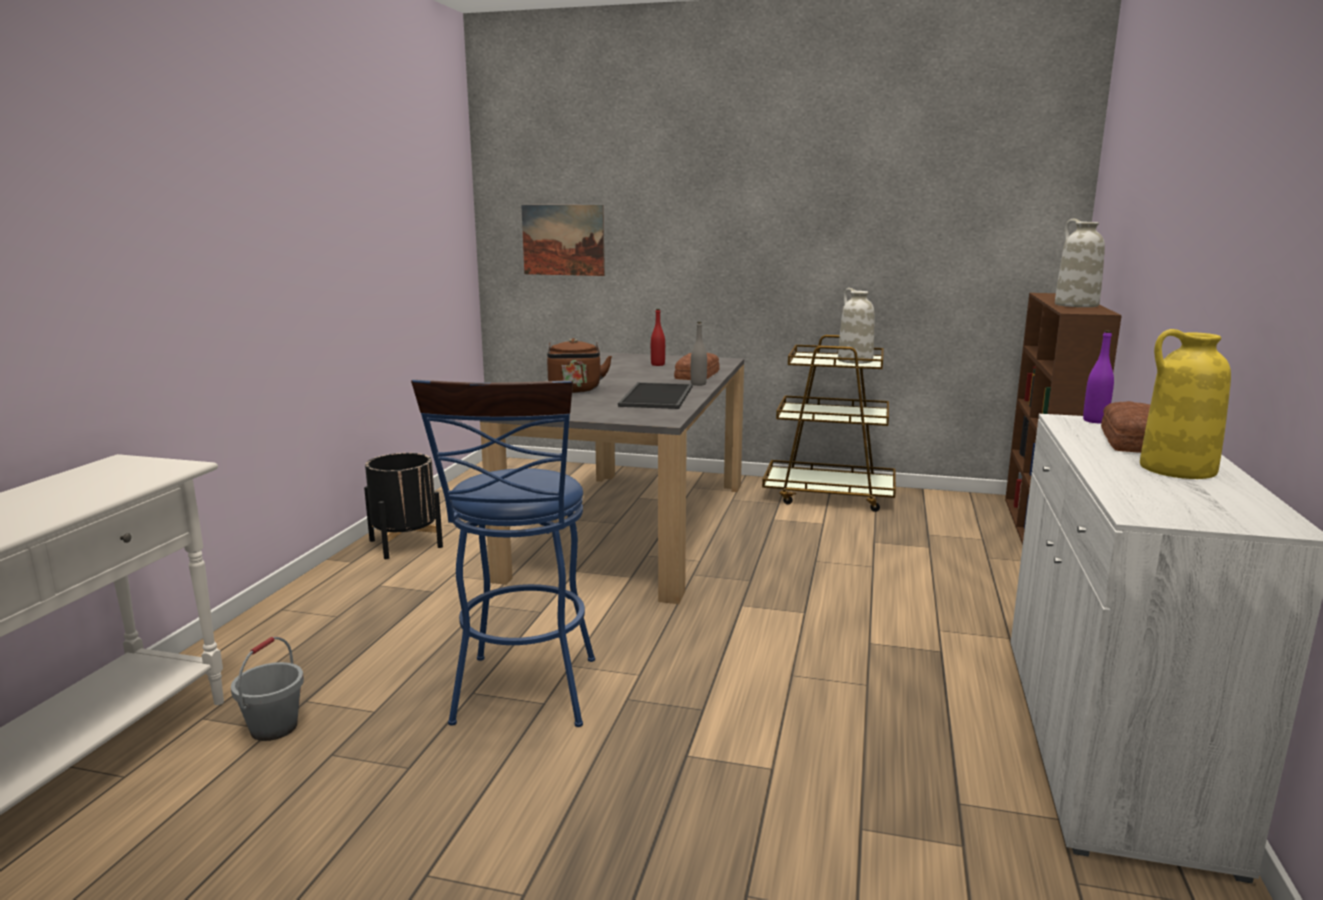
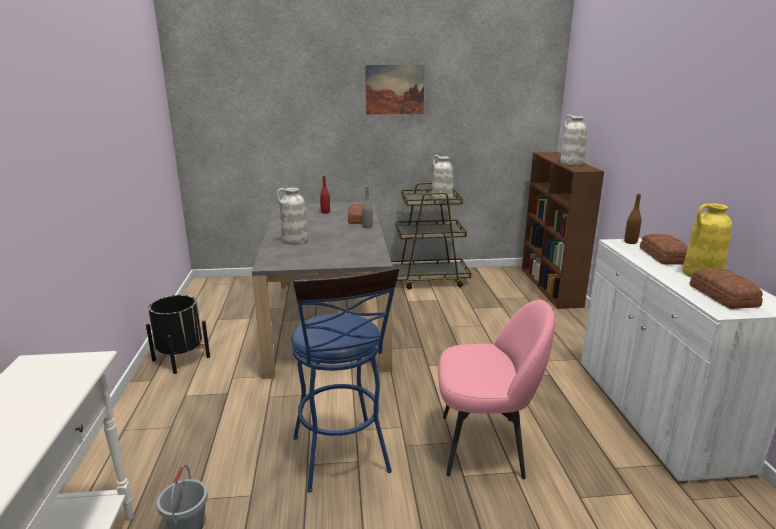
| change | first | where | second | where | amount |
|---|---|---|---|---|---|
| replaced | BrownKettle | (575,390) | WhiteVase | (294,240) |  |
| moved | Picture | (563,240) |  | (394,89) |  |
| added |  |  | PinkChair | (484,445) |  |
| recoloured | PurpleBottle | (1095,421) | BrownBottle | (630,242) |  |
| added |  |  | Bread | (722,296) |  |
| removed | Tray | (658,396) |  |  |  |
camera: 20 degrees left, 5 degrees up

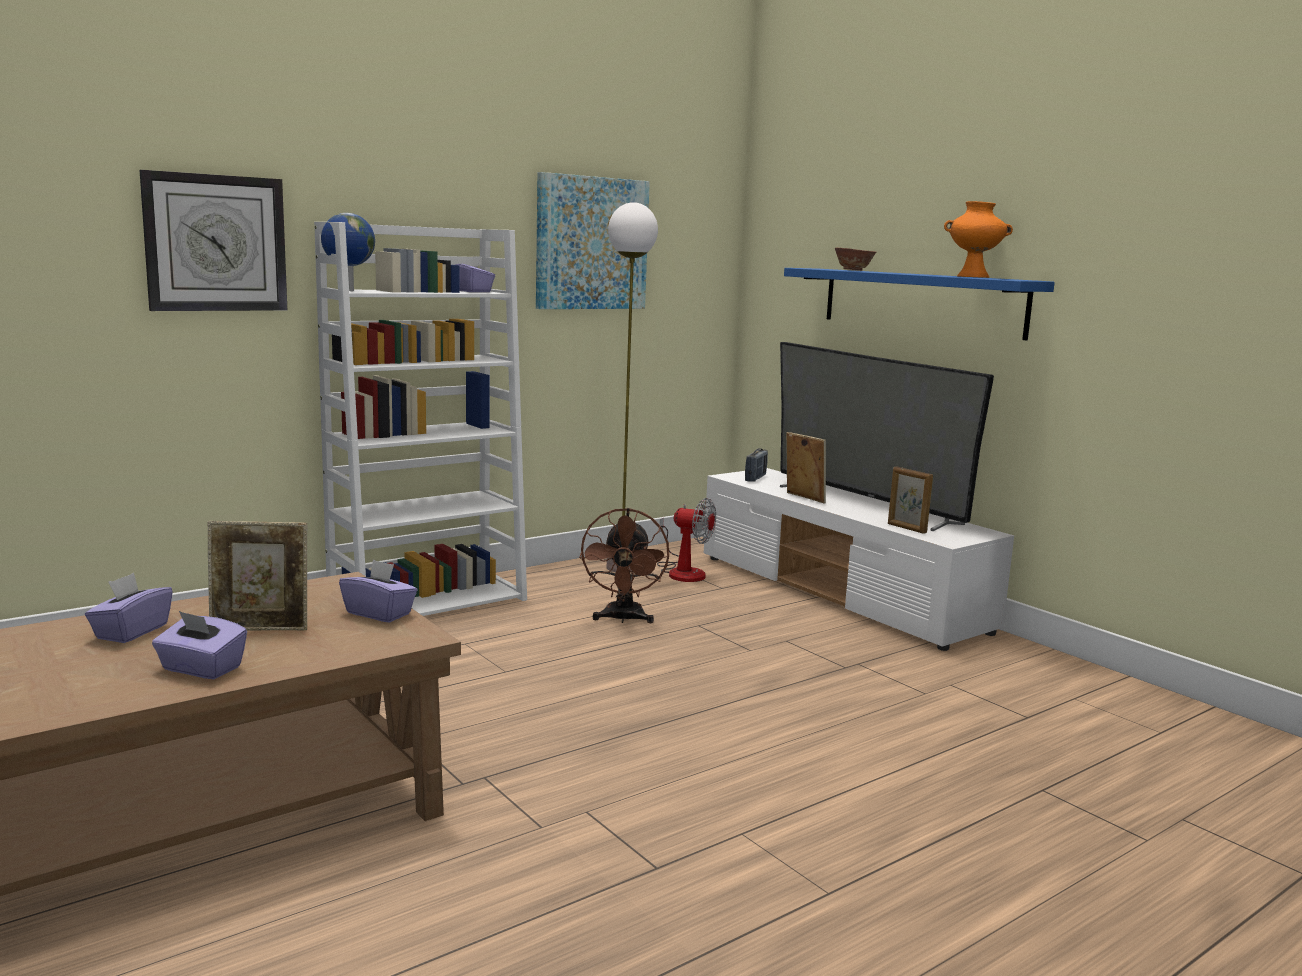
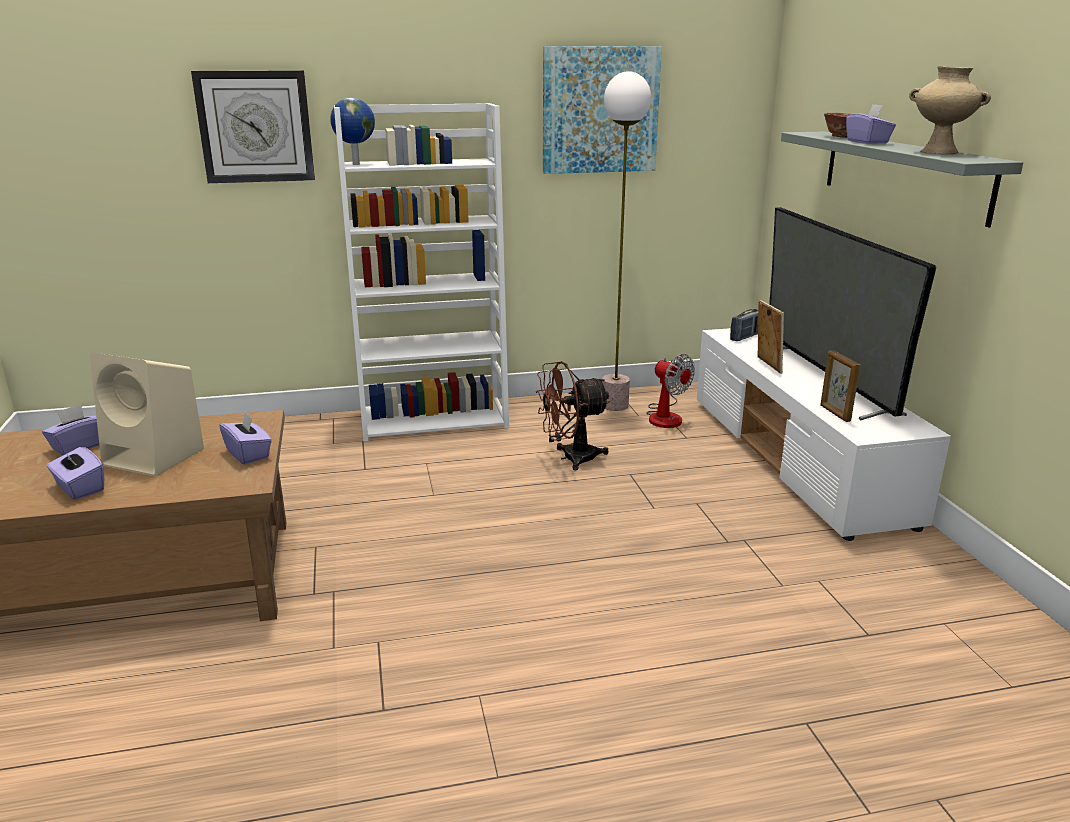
| change | first | where | second | where | amount |
|---|---|---|---|---|---|
| replaced | PictureFrame | (260,629) | BeigeSpeaker | (156,457) |  |
| turned | BrownFan | (623,619) |  | (570,458) | 45 degrees clockwise |
| recoloured | BlueShelf | (921,301) | GreyShelf | (902,174) |  |
| moved | PurpleTissueBox | (473,291) |  | (867,142) |  |
| recoloured | OrangeVase | (973,277) | BeigeVase | (940,152) |  |
camera: 25 degrees right, 10 degrees up

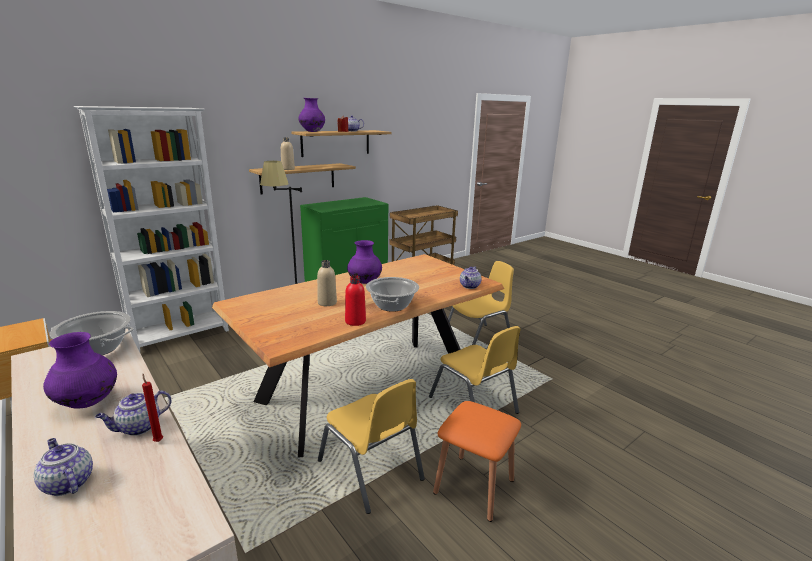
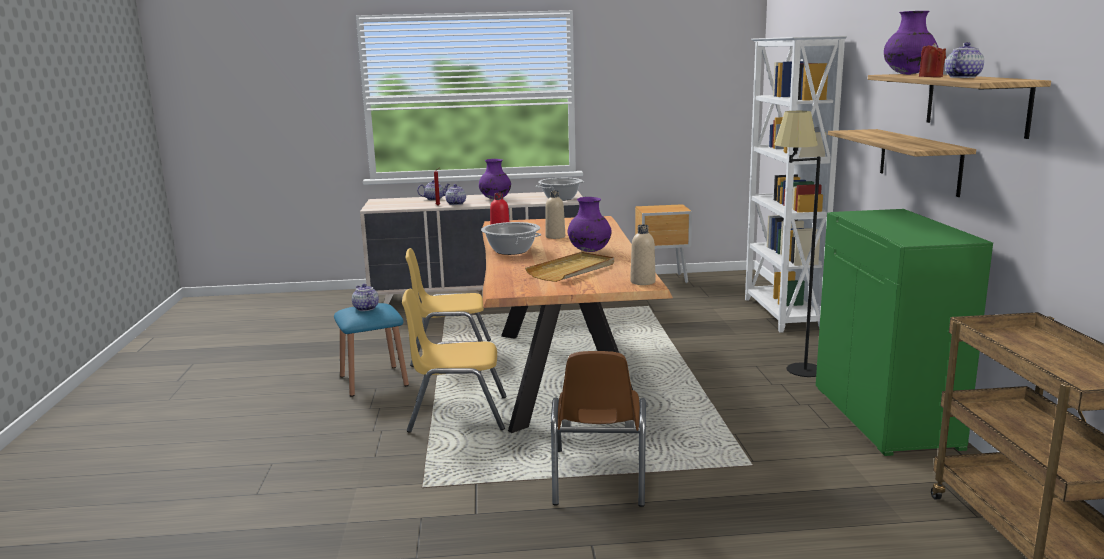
| change | first | where | second | where | amount |
|---|---|---|---|---|---|
| recoloured | OrangeStool | (474,486) | BlueStool | (373,380) |  |
| moved | Teapot | (470,286) |  | (365,308) |  |
| added |  |  | BeigeTray | (572,270) |  |
| recoloured | YellowChair | (478,339) | BrownChair | (598,477) |  |
| moved | BeigeBottle | (288,169) |  | (642,282) |  |
camera: 125 degrees right, 5 degrees down

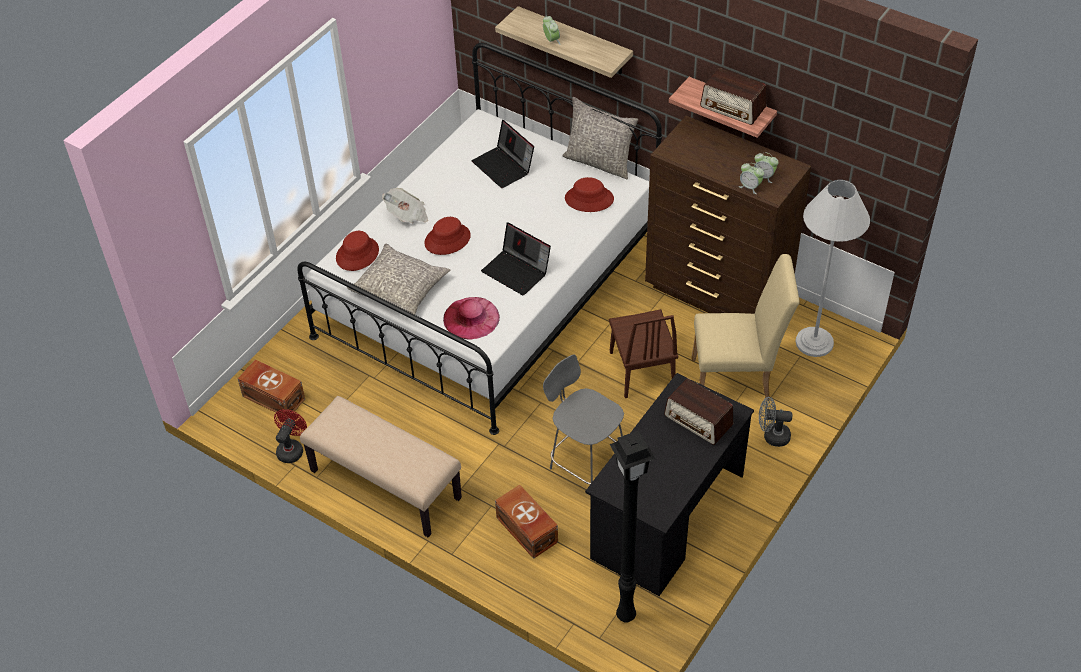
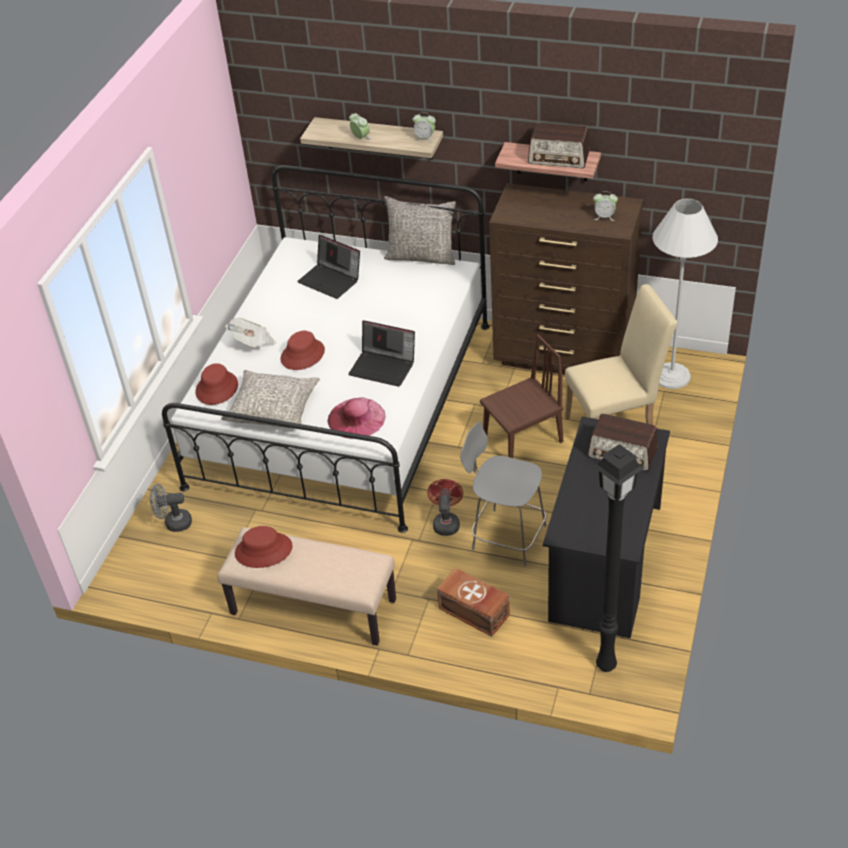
| change | first | where | second | where | amount |
|---|---|---|---|---|---|
| moved | GreyFan | (772,436) |  | (174,523) |  |
| moved | RedHat | (589,199) |  | (263,550) |  |
| moved | AlarmClock | (750,187) |  | (425,138) |  |
| moved | RedFan | (291,449) |  | (446,522) |  |
| turned | BrownChair | (642,370) |  | (522,438) | 90 degrees counterclockwise |
| removed | BrownStorageBox | (273,396) |  |  |  |
camera: 15 degrees left, 5 degrees down

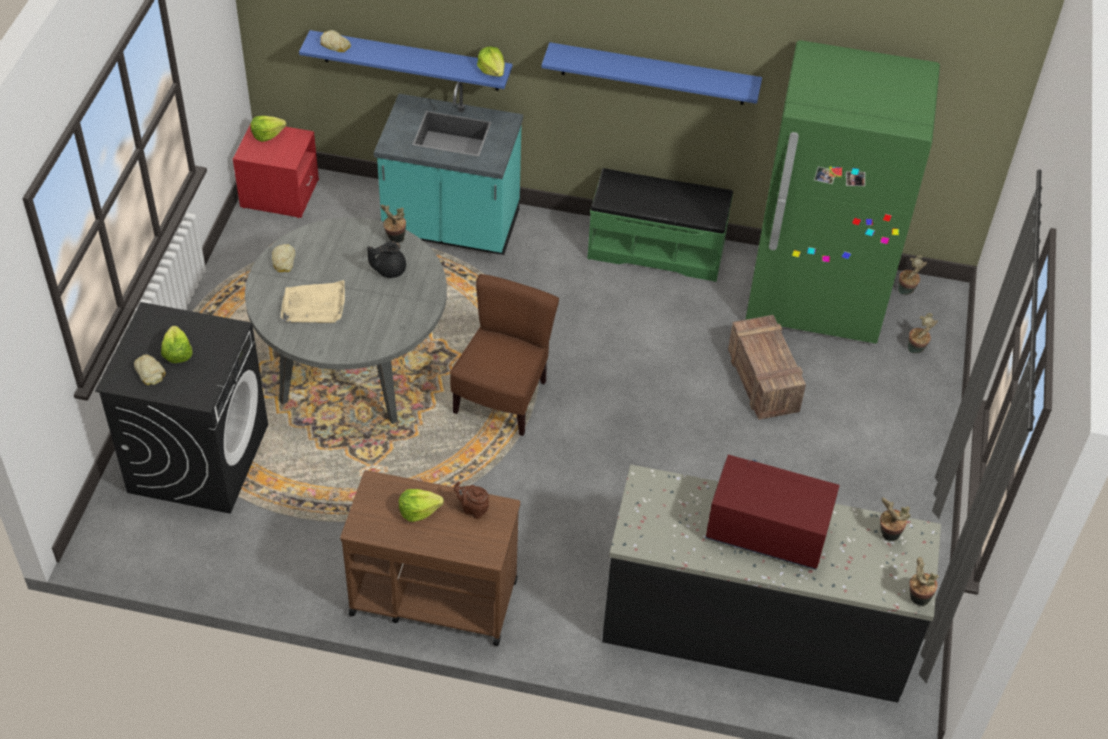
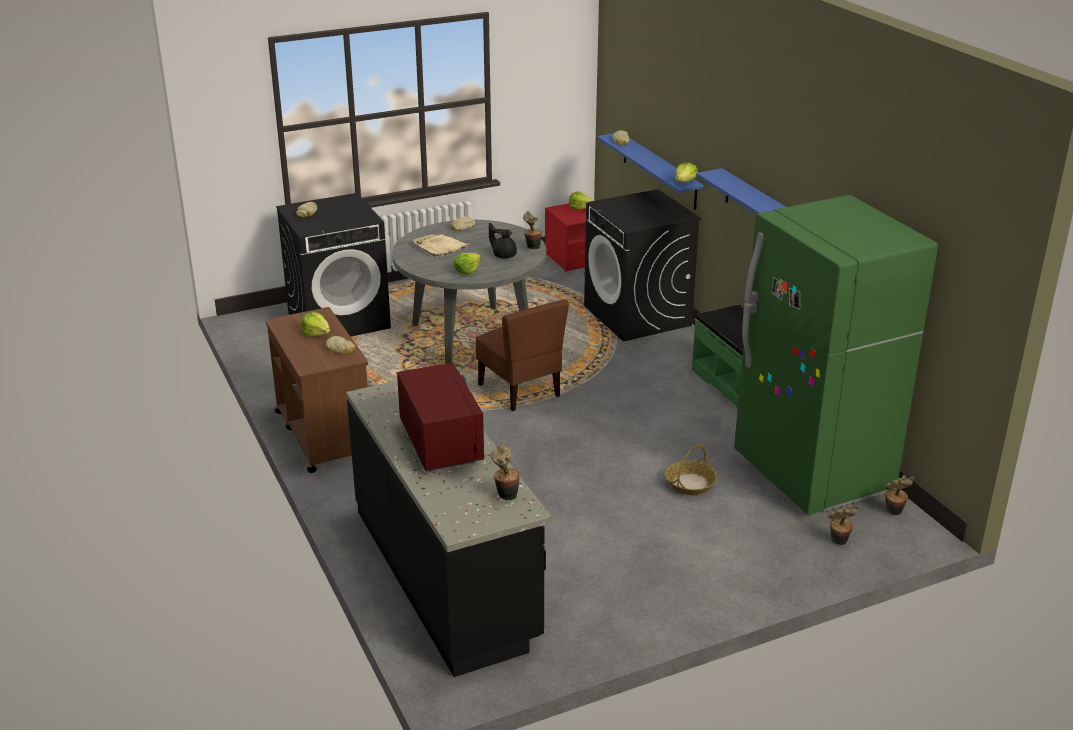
| change | first | where | second | where | amount |
|---|---|---|---|---|---|
| replaced | BrownTeapot | (473,509) | Bread | (340,349) |  |
| moved | Lettuce | (177,353) |  | (467,270) |  |
| turned | BrownChair | (502,398) |  | (520,390) | 75 degrees clockwise |
| replaced | TurquoiseCounter | (451,227) | BlackWashingMachine | (638,316) |  |
| replaced | Crate | (763,382) | Basket | (690,484) |  |
| removed | PottedPlant | (916,598) |  |  |  |
camera: 55 degrees right, 20 degrees down

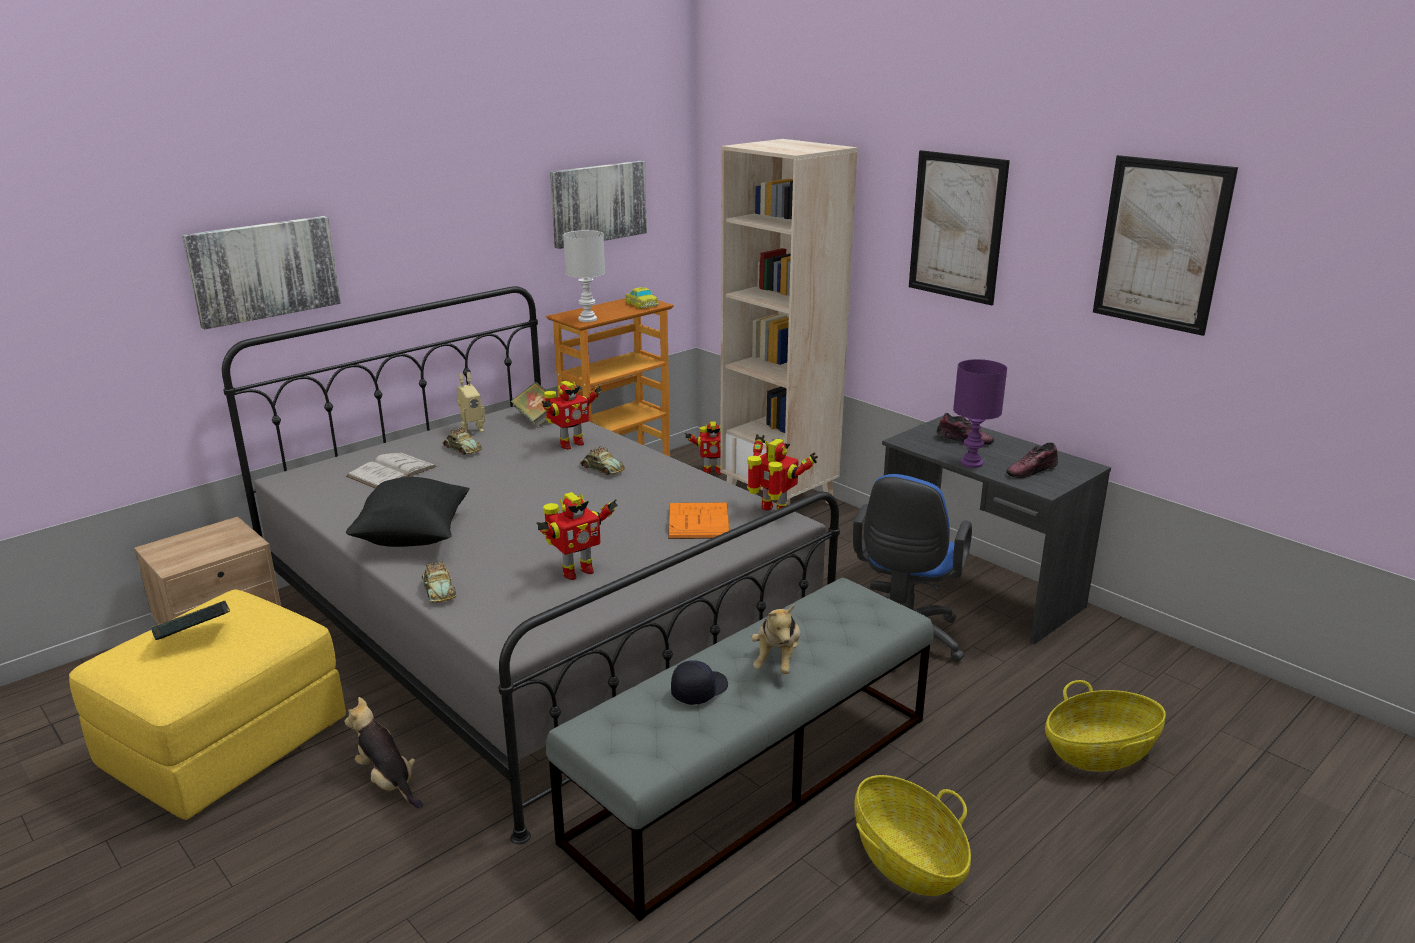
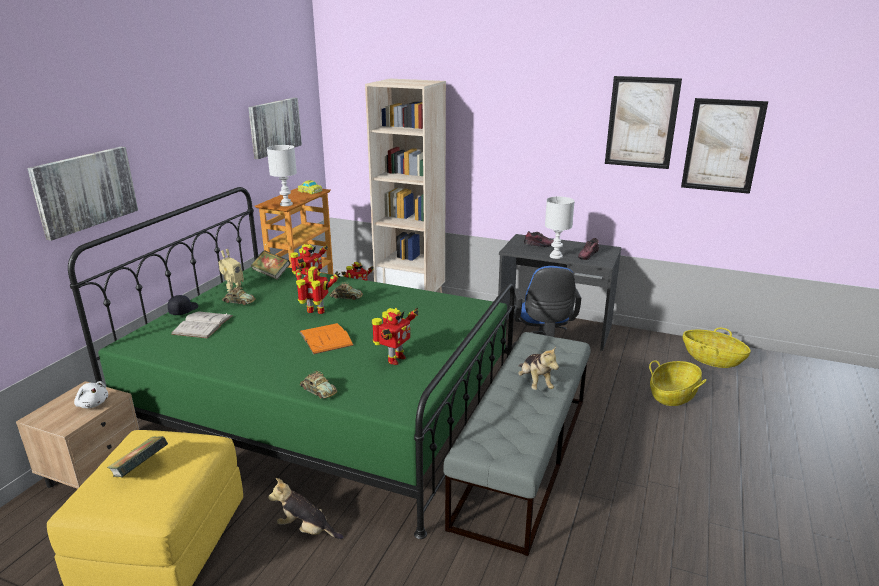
| change | first | where | second | where | amount |
|---|---|---|---|---|---|
| recoloured | GreyBed | (536,627) | GreenBed | (324,408) |  |
| added |  |  | WhitePlushToy | (93,404) |  |
| moved | BlackCap | (698,690) |  | (183,310) |  |
| moved | ToyRobot | (774,511) |  | (316,312) |  |
| moved | OrangeBook | (698,521) |  | (326,338) |  |
| recoloured | PurpleTableLamp | (970,463) | WhiteTableLamp | (555,256) |  |
| moved | Picture | (957,227) |  | (722,146) |  |
| moved | Basket | (907,859) |  | (712,359) |  |
| removed | BlackPillow | (413,537) |  |  |  |
camera: 25 degrees left, 0 degrees up

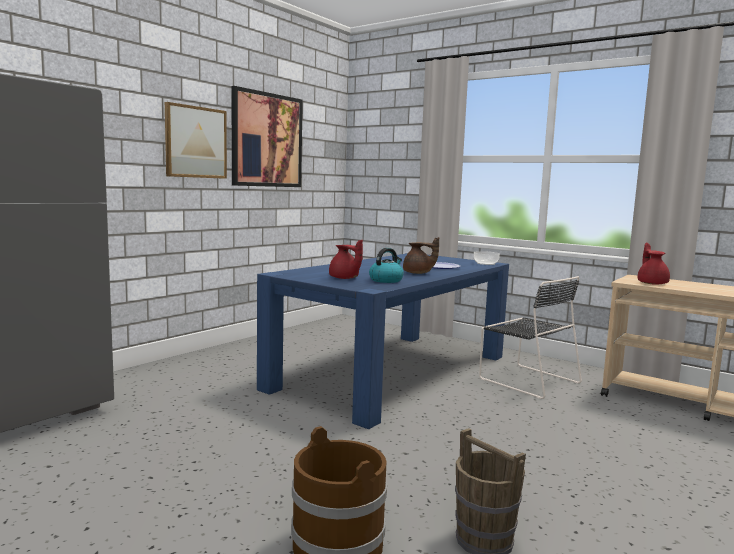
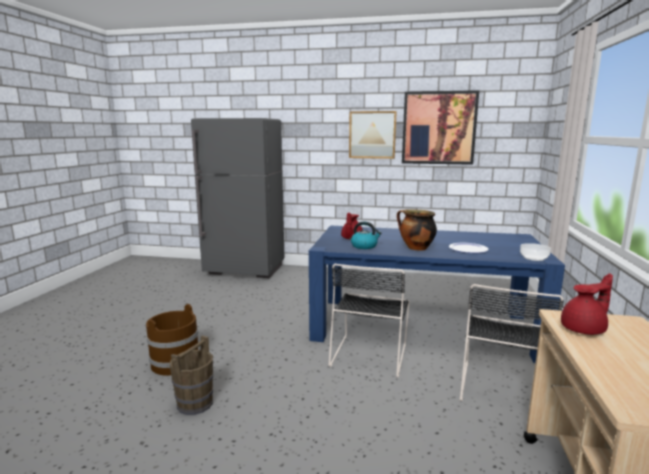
| change | first | where | second | where | amount |
|---|---|---|---|---|---|
| added |  |  | BlackChair | (369,353) |  |
| replaced | BrownTeapot | (418,273) | CookingPot | (416,248) |  |
camera: 65 degrees right, 5 degrees up

